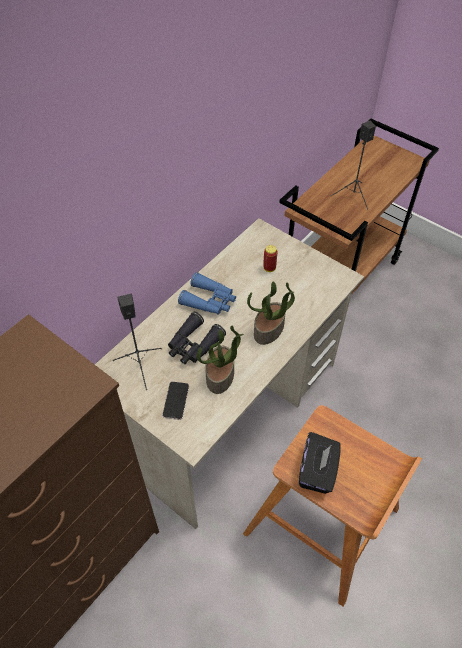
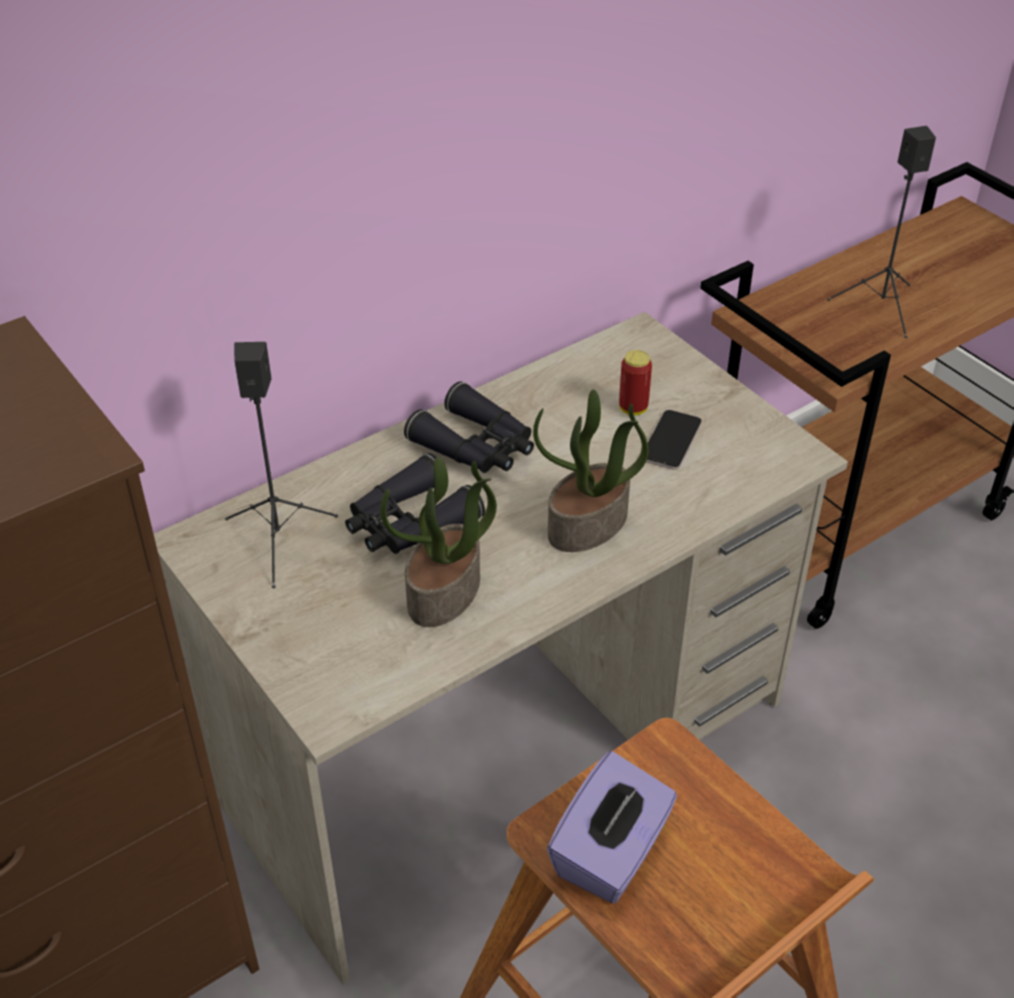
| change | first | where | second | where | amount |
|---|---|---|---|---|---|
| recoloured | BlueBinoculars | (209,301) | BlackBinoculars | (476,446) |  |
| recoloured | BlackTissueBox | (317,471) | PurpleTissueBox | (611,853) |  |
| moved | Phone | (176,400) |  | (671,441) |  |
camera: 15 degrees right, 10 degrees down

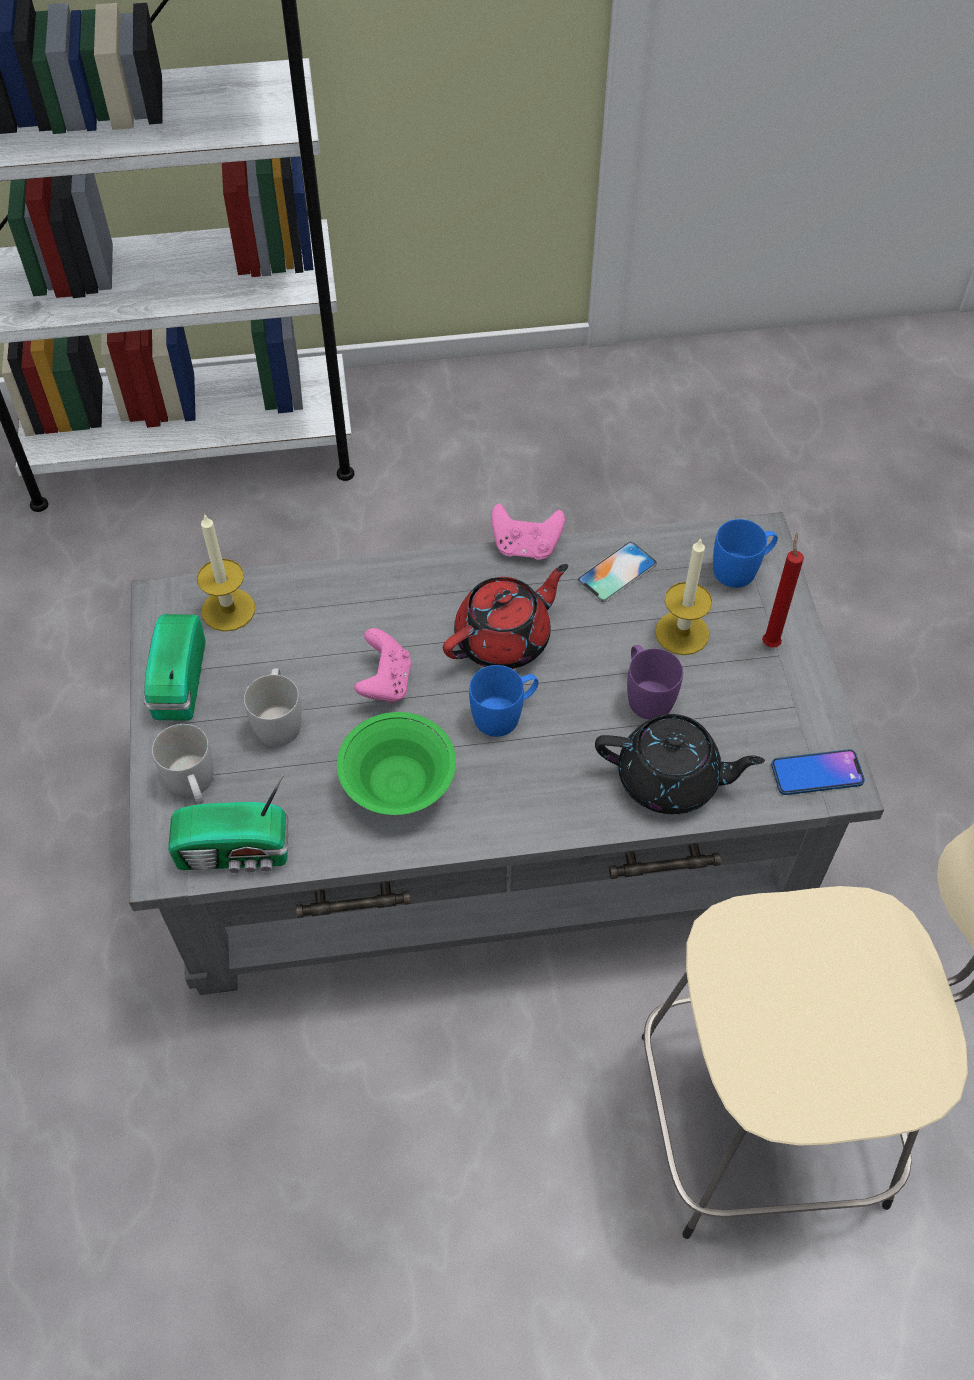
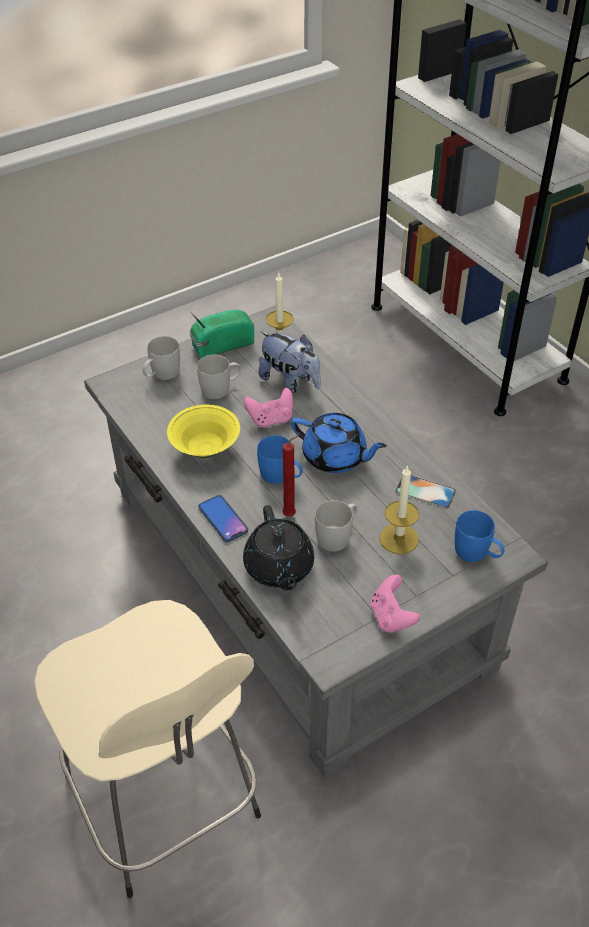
| change | first | where | second | where | amount |
|---|---|---|---|---|---|
| recoloured | GreenBowl | (398,785) | YellowBowl | (205,449) |  |
| moved | Phone | (817,773) |  | (223,519) |  |
| added |  |  | PlushToy | (290,381) |  |
| moved | RedCandle | (770,642) |  | (291,514) |  |
| recoloured | RedTeapot | (504,639) | BlueTeapot | (335,457) |  |
| recoloured | PurpleMug | (646,694) | WhiteMug | (337,536) |  |
| moved | PinkGameController | (526,547) |  | (391,617) |  |
| removed | Radio | (237,853) |  |  |  |
camera: 65 degrees right, 10 degrees down

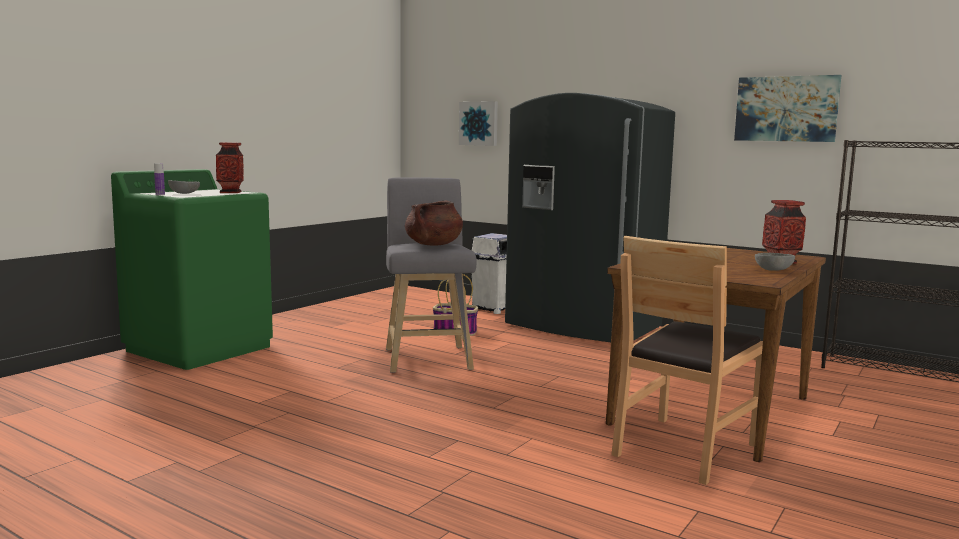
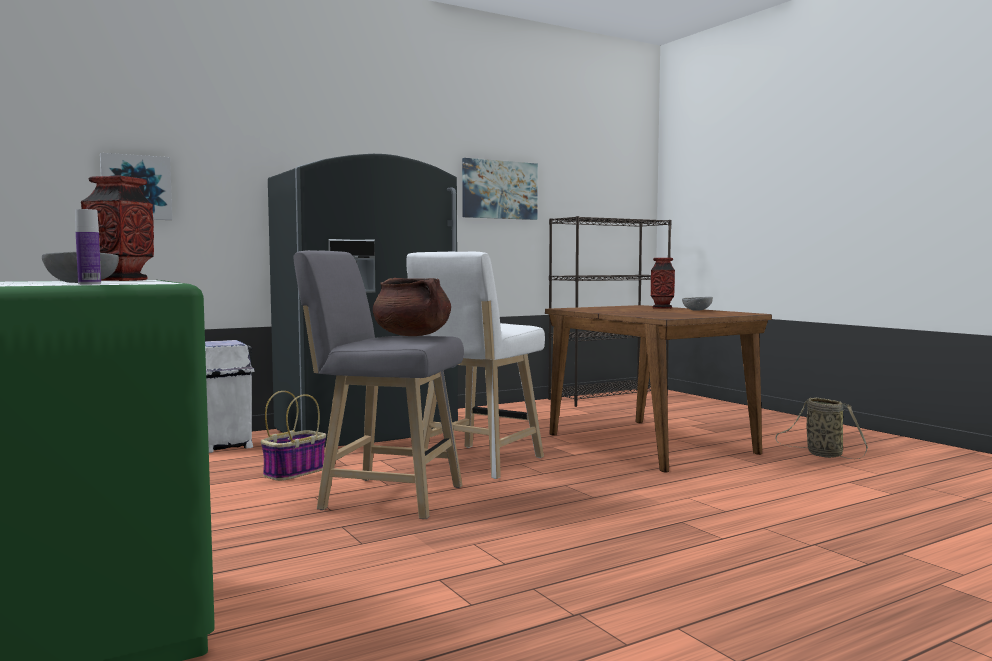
| change | first | where | second | where | amount |
|---|---|---|---|---|---|
| added |  |  | WhiteStool | (476,463) |  |
| added |  |  | Basket | (821,454) |  |
| removed | BrownChair | (684,448) |  |  |  |
camera: 65 degrees left, 5 degrees down

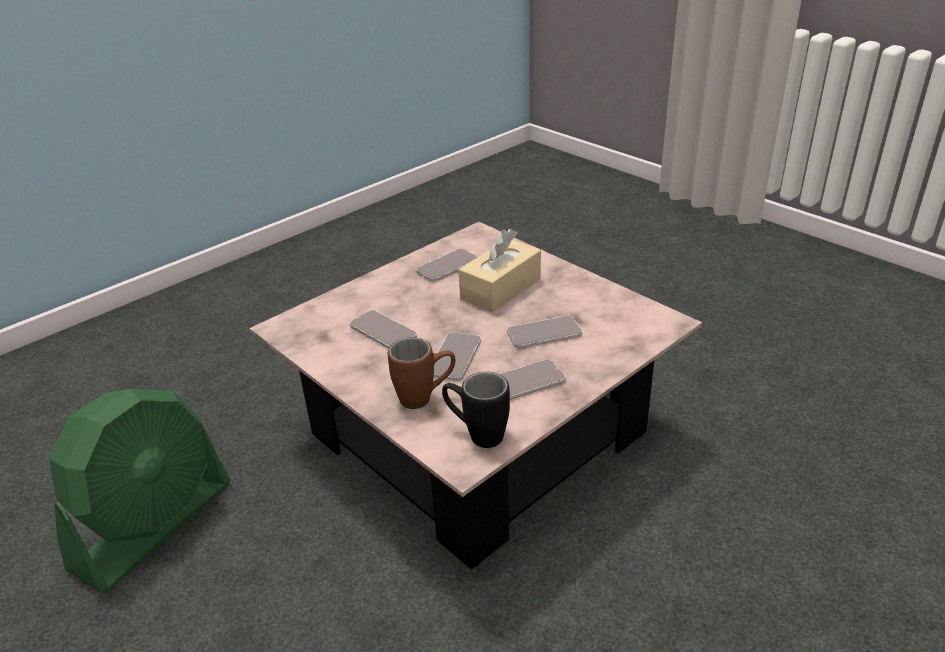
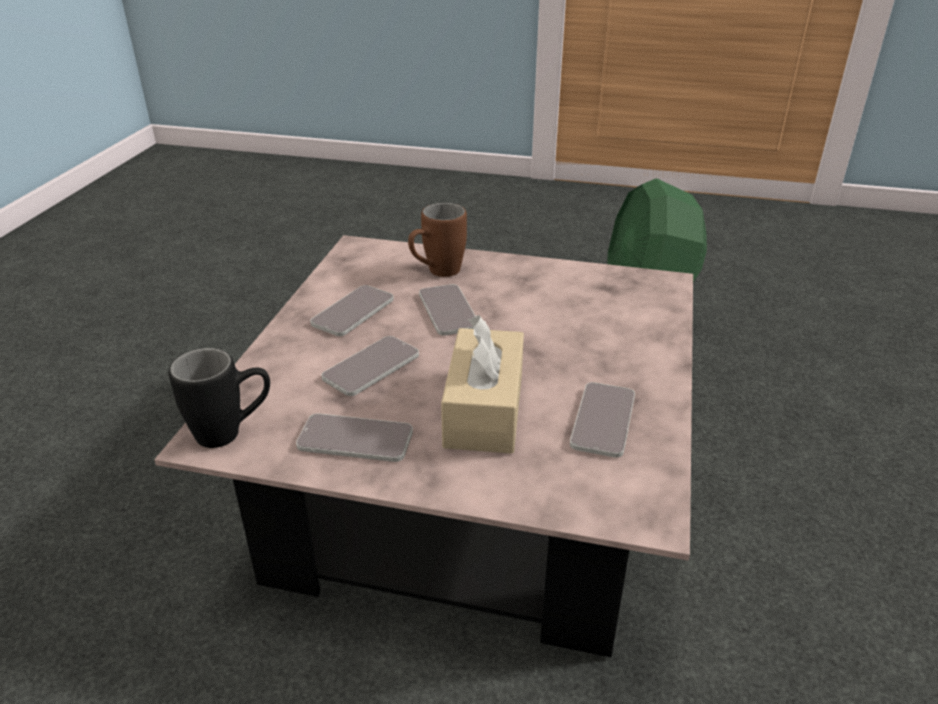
| change | first | where | second | where | amount |
|---|---|---|---|---|---|
| moved | BlackMug | (476,434) |  | (232,432) |  |
| moved | Phone | (383,331) |  | (355,439) |  |
camera: 145 degrees right, 0 degrees up

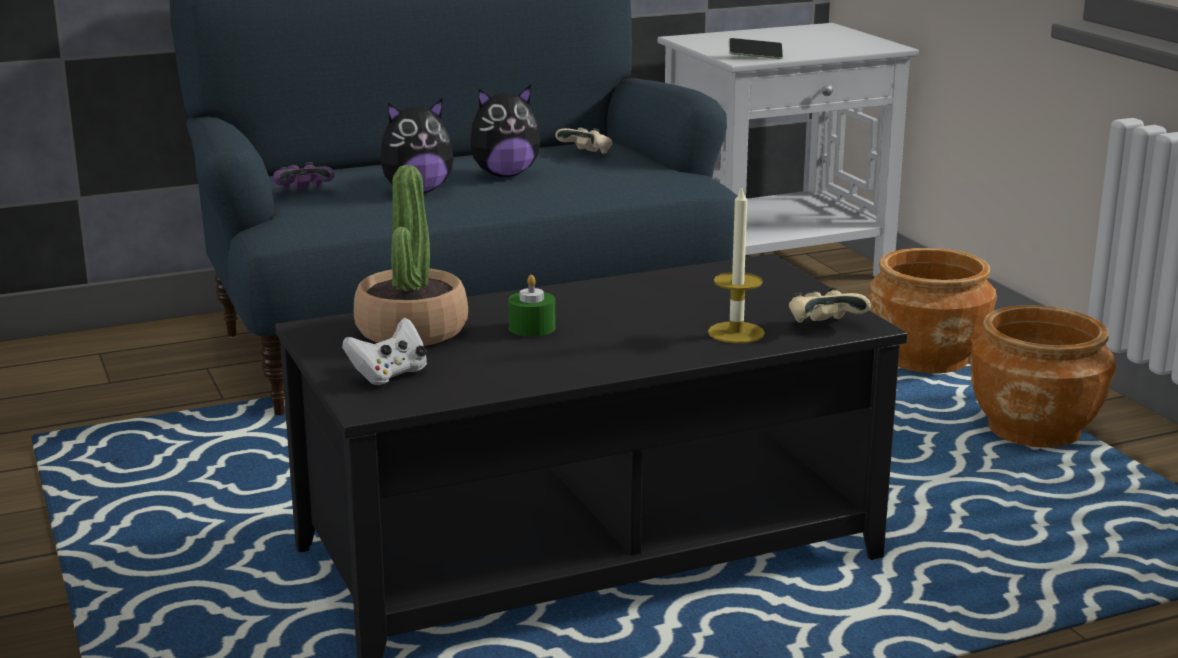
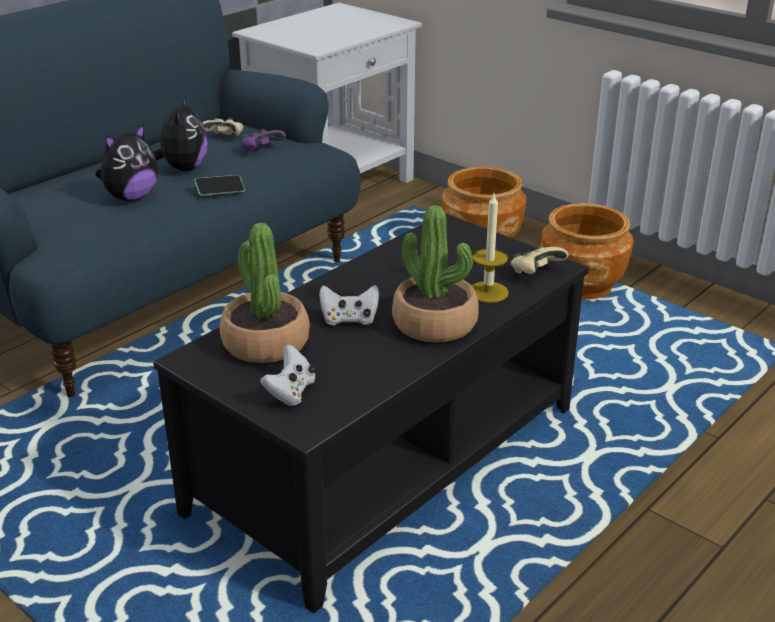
| change | first | where | second | where | amount |
|---|---|---|---|---|---|
| turned | PlushToy | (504,175) |  | (183,168) | 45 degrees counterclockwise |
| moved | Phone | (755,56) |  | (220,191) |  |
| moved | PurpleGameController | (304,192) |  | (262,150) |  |
| replaced | GreenCandle | (532,328) | WhiteGameController | (349,320) |  |
| added |  |  | PottedPlant | (435,324) |  |
camera: 25 degrees left, 10 degrees up

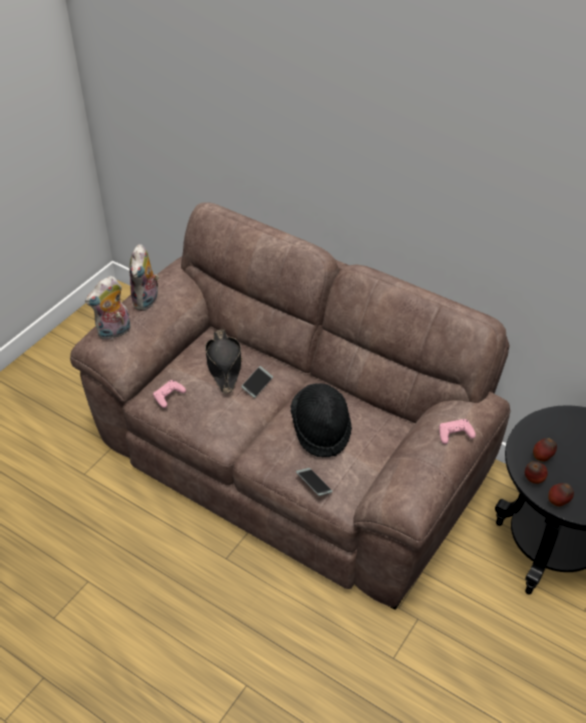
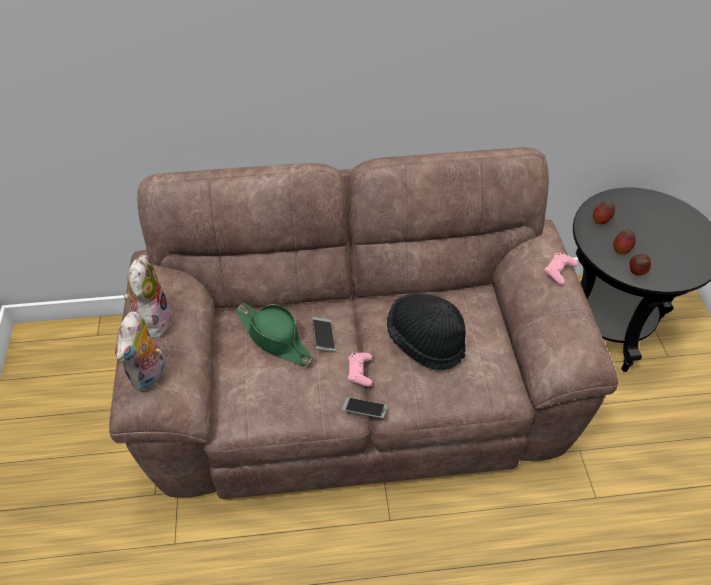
| change | first | where | second | where | amount |
|---|---|---|---|---|---|
| turned | PlushToy | (147,301) |  | (153,320) | 150 degrees counterclockwise |
| recoloured | BlackHat | (224,365) | GreenHat | (275,338) |  |
| moved | Phone | (314,484) |  | (364,410) |  |
| moved | PinkGameController | (168,396) |  | (360,371) |  |
| moved | Apple | (558,502) |  | (600,221) |  |
camera: 40 degrees left, 5 degrees up

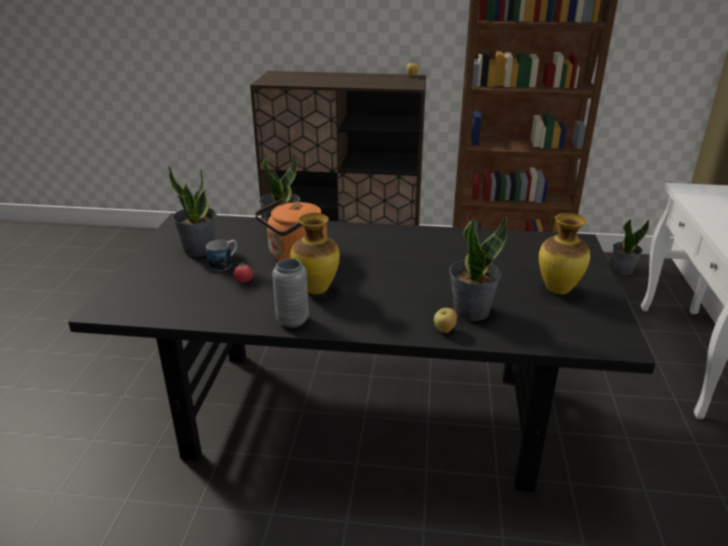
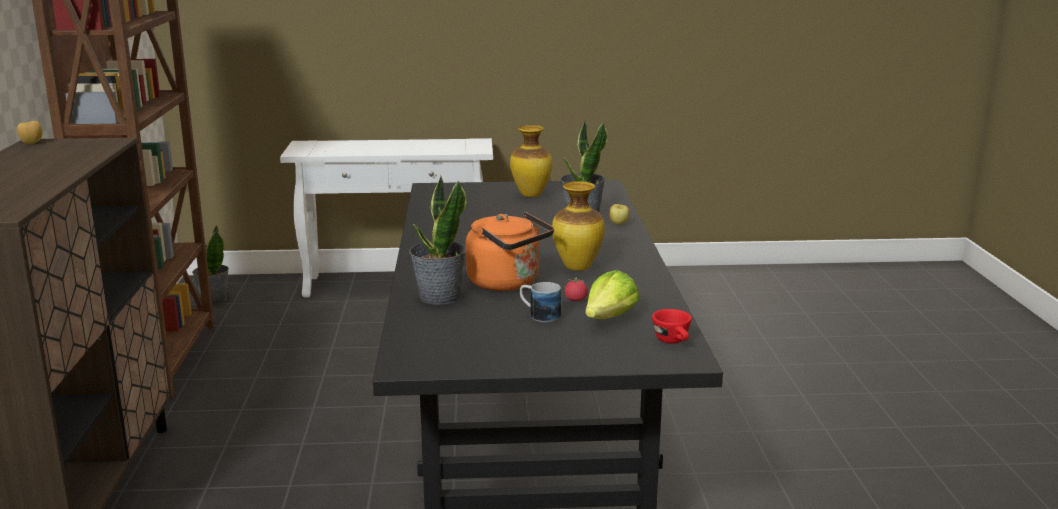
| change | first | where | second | where | amount |
|---|---|---|---|---|---|
| added |  |  | Lettuce | (610,318) |  |
| added |  |  | RedCup | (674,341) |  |
| removed | PottedPlant | (199,249) |  |  |  |
| removed | GreyVase | (292,321) |  |  |  |
camera: 100 degrees left, 10 degrees down

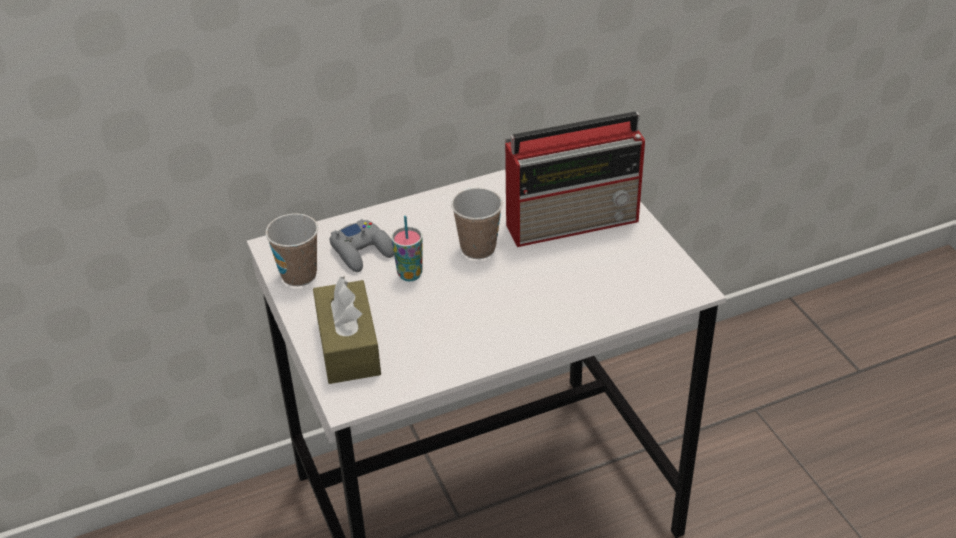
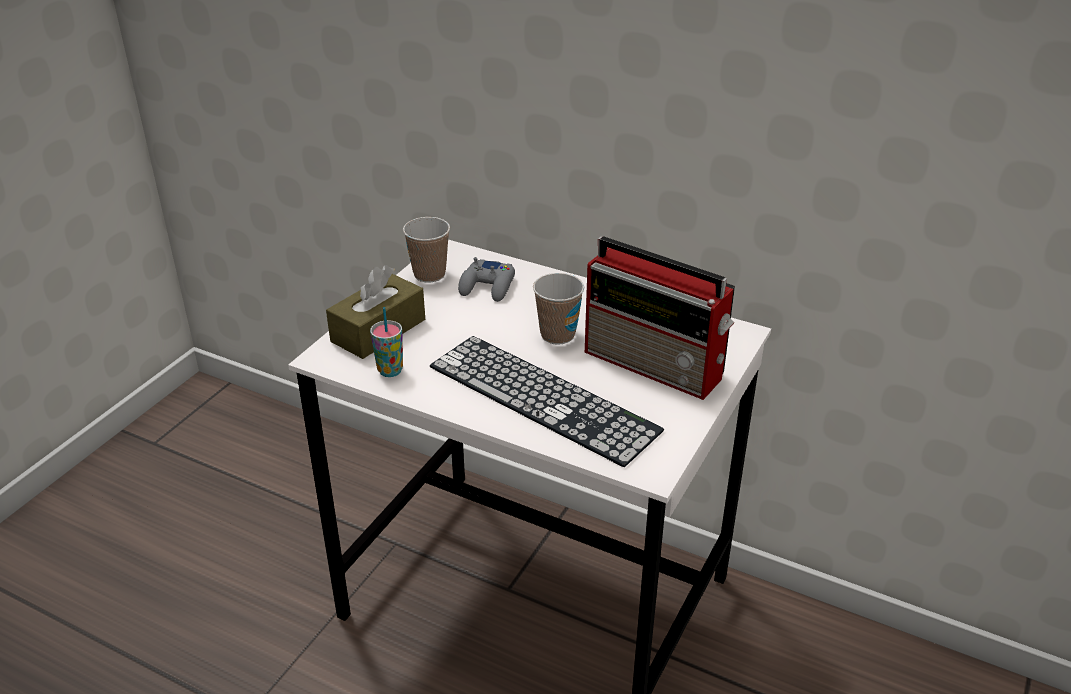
| change | first | where | second | where | amount |
|---|---|---|---|---|---|
| moved | Cup | (410,274) |  | (390,371) |  |
| added |  |  | Keyboard | (542,398) |  |
camera: 50 degrees right, 5 degrees down

